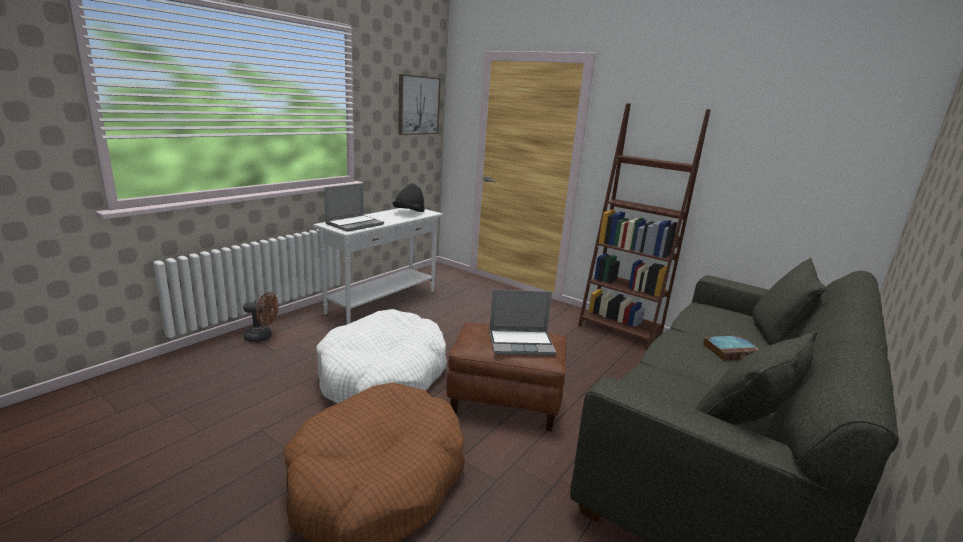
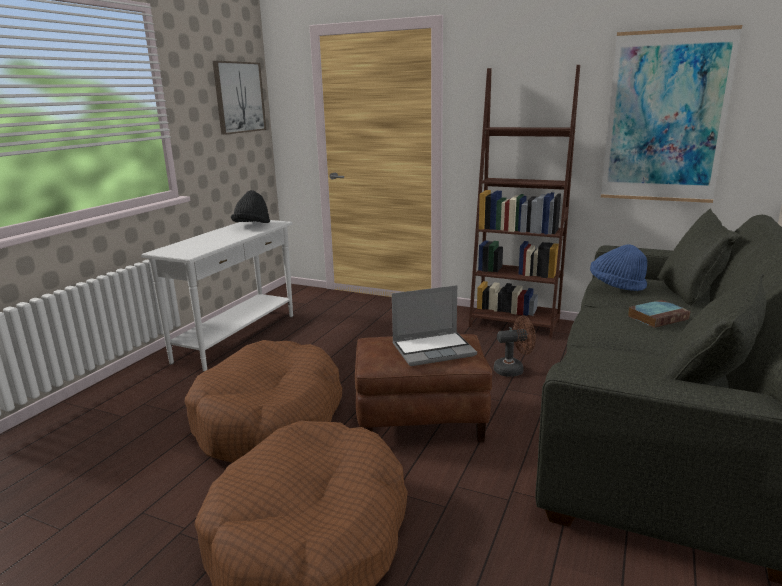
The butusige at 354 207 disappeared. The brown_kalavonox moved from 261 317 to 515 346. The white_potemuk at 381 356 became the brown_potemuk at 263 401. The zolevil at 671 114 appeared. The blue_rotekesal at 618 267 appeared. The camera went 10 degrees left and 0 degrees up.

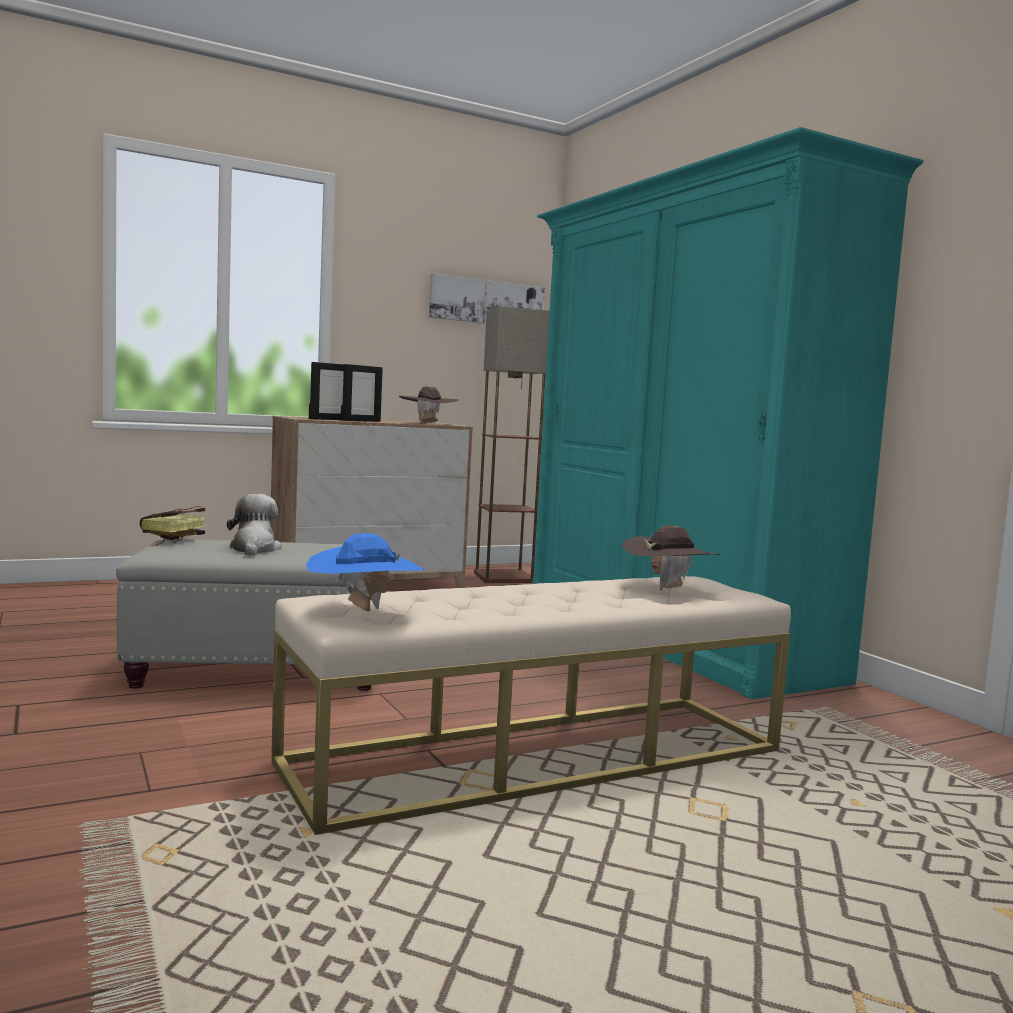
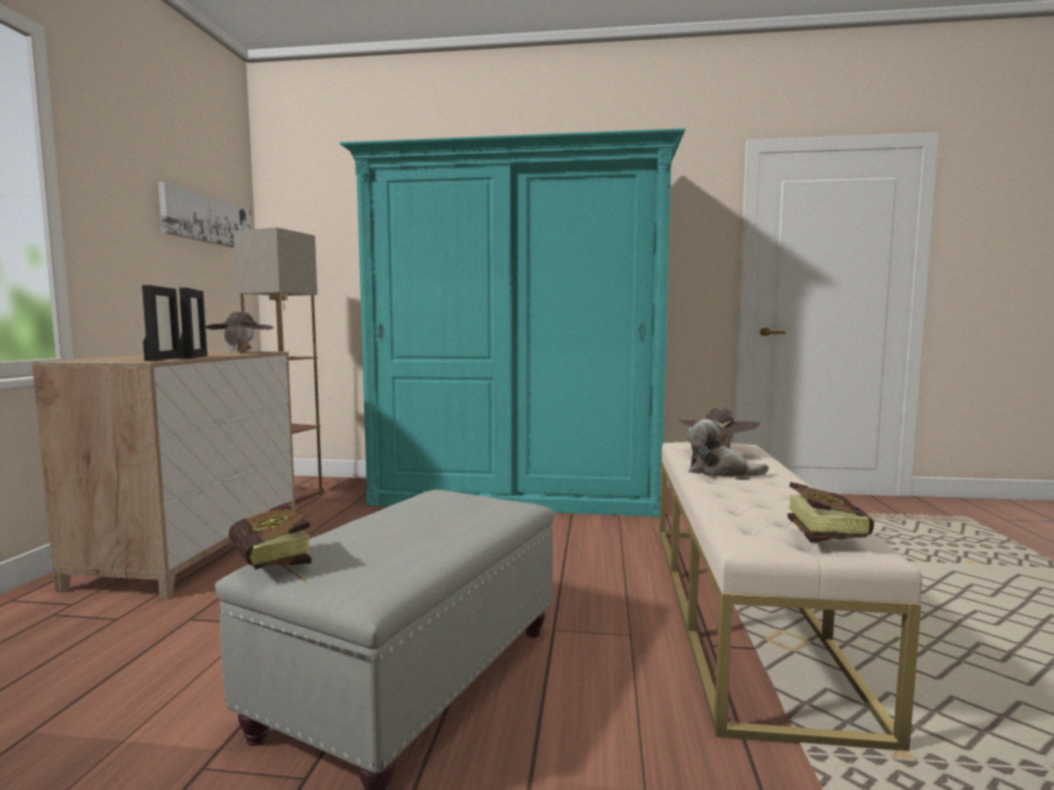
The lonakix moved from 254 525 to 727 448. The blue_rotekesal at 365 572 was replaced by the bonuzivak at 831 512. The camera went 55 degrees left and 0 degrees up.

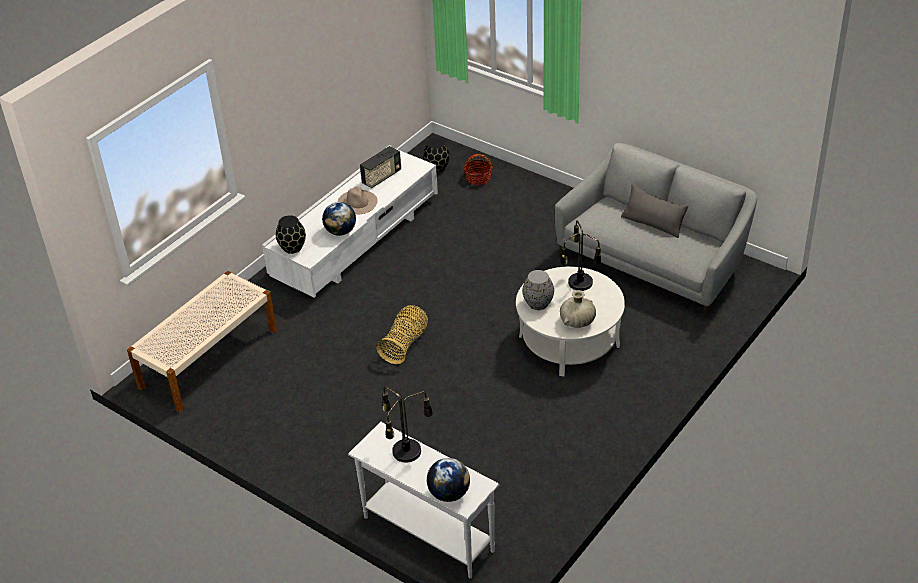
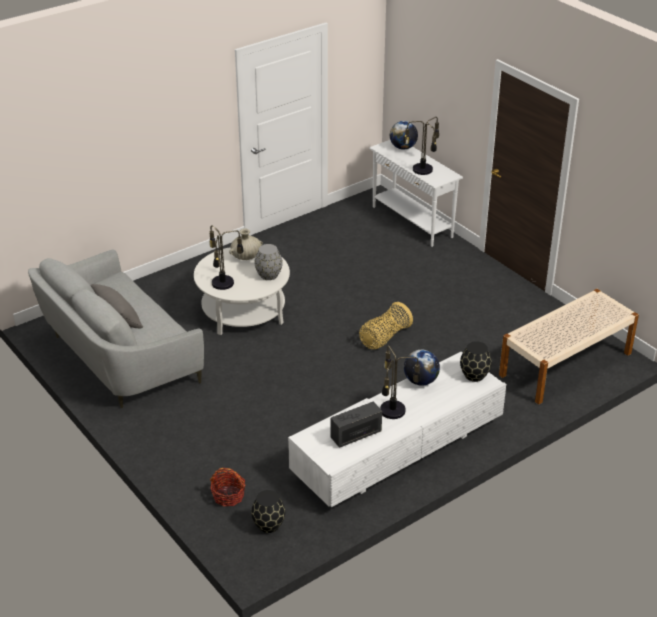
The beige_rotekesal at 358 201 was replaced by the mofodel at 400 382. The camera went 165 degrees left and 5 degrees down.

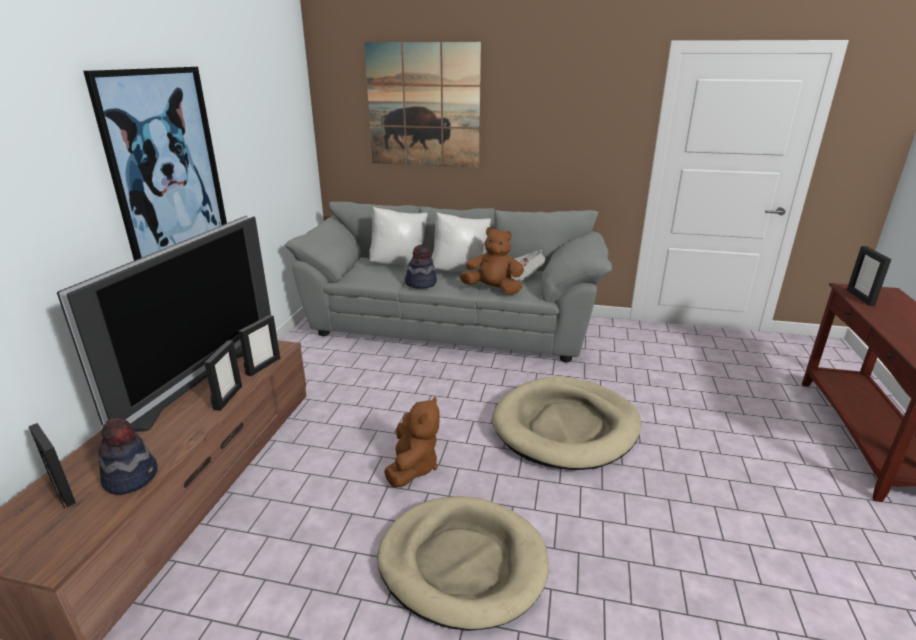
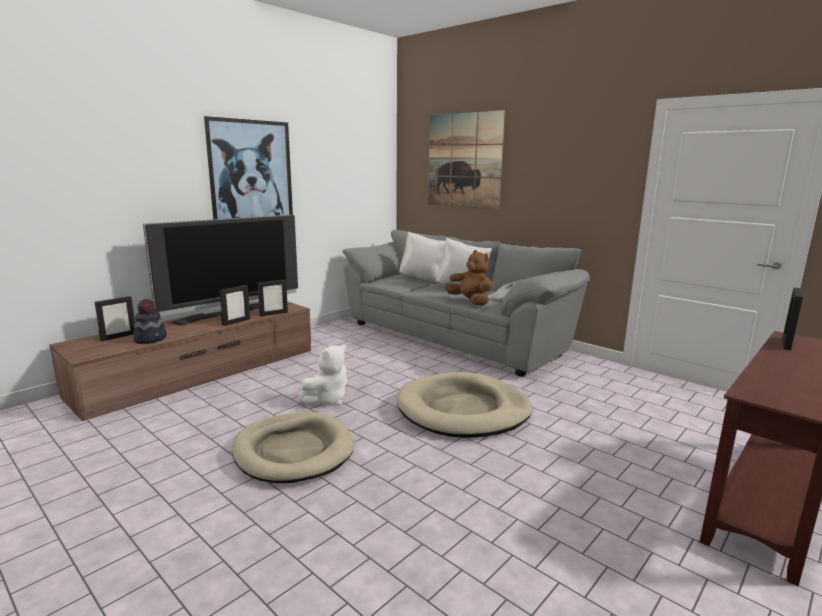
The rotekesal at 421 266 disappeared. The brown_lonakix at 412 442 became the white_lonakix at 323 375. The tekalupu at 52 466 turned 60 degrees clockwise. The camera went 30 degrees right and 10 degrees down.

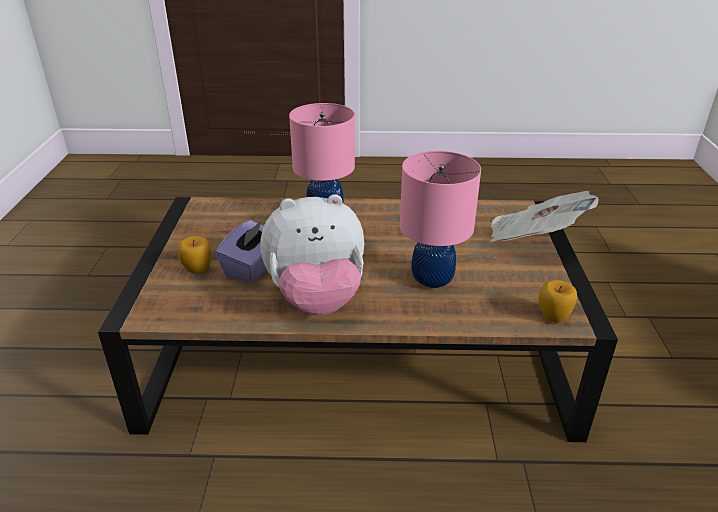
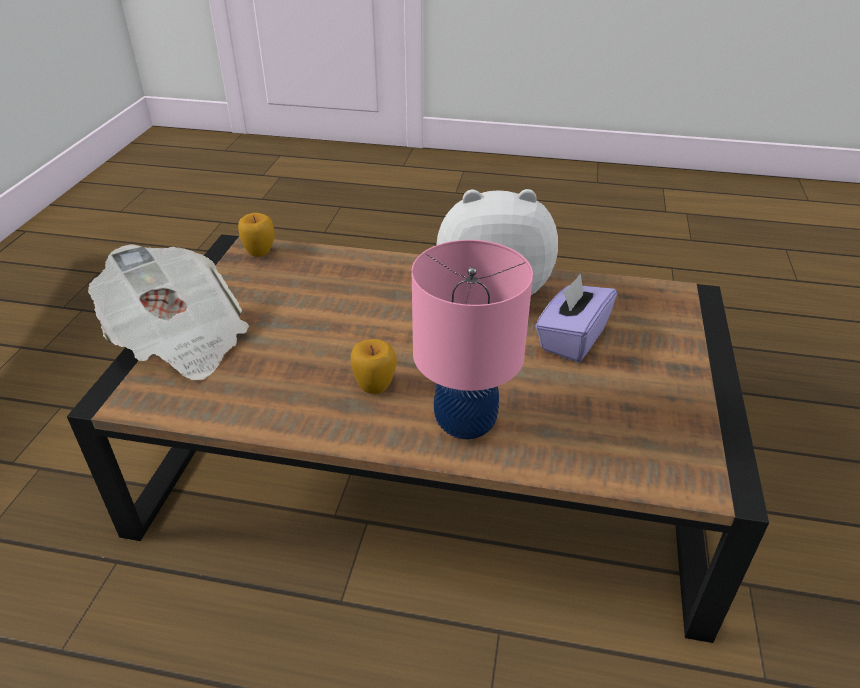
The pink_mofodel at 440 219 disappeared. The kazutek moved from 194 255 to 374 366. The camera went 170 degrees left and 5 degrees up.

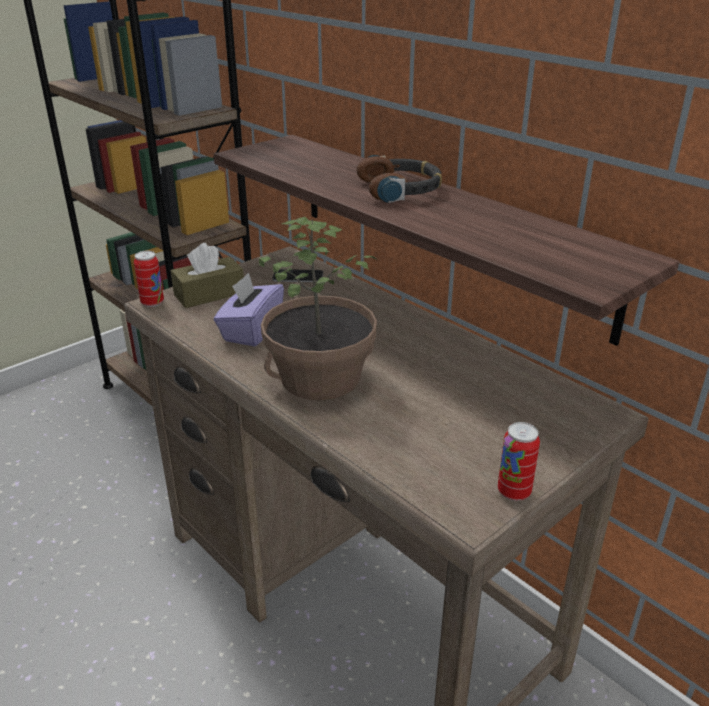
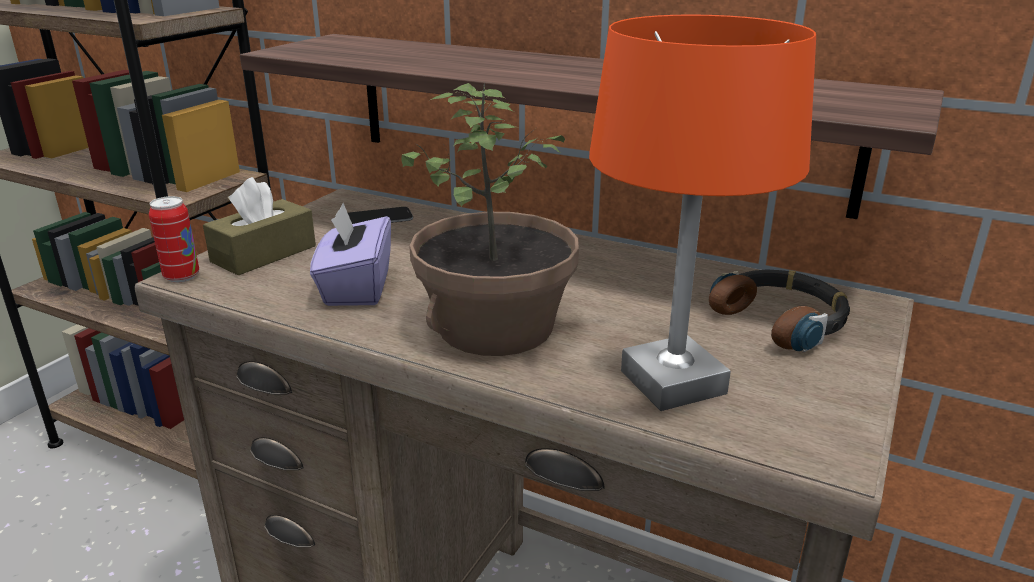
The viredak moved from 399 179 to 779 310. The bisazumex at 519 461 disappeared. The orange_mofodel at 702 212 appeared. The camera went 20 degrees left and 5 degrees down.

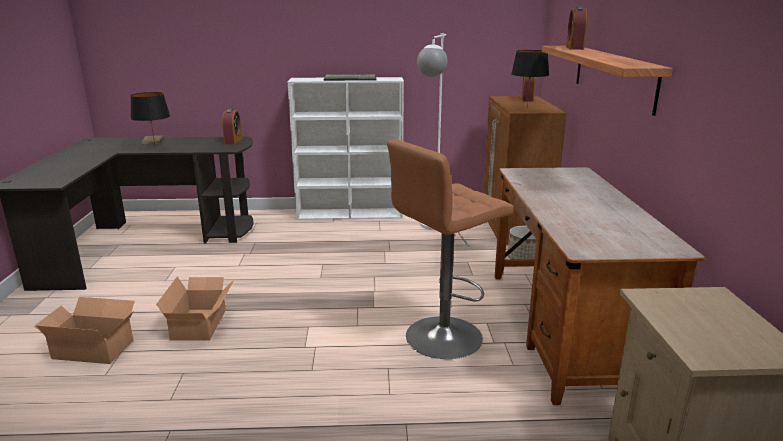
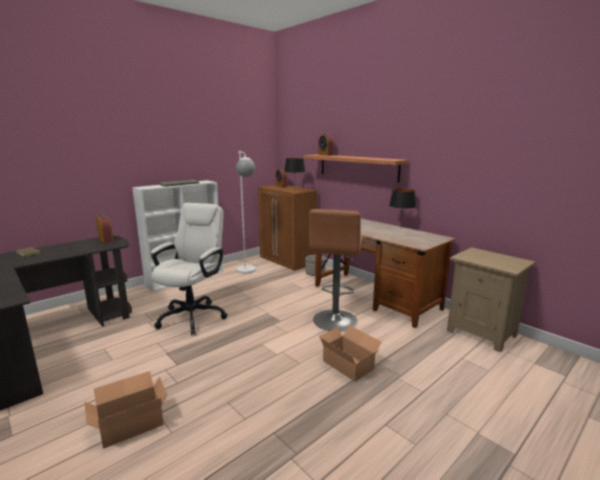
The black_mofodel moved from 150 121 to 402 205. The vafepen moved from 195 308 to 350 353. The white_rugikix at 189 269 appeared. The camera went 40 degrees left and 5 degrees down.

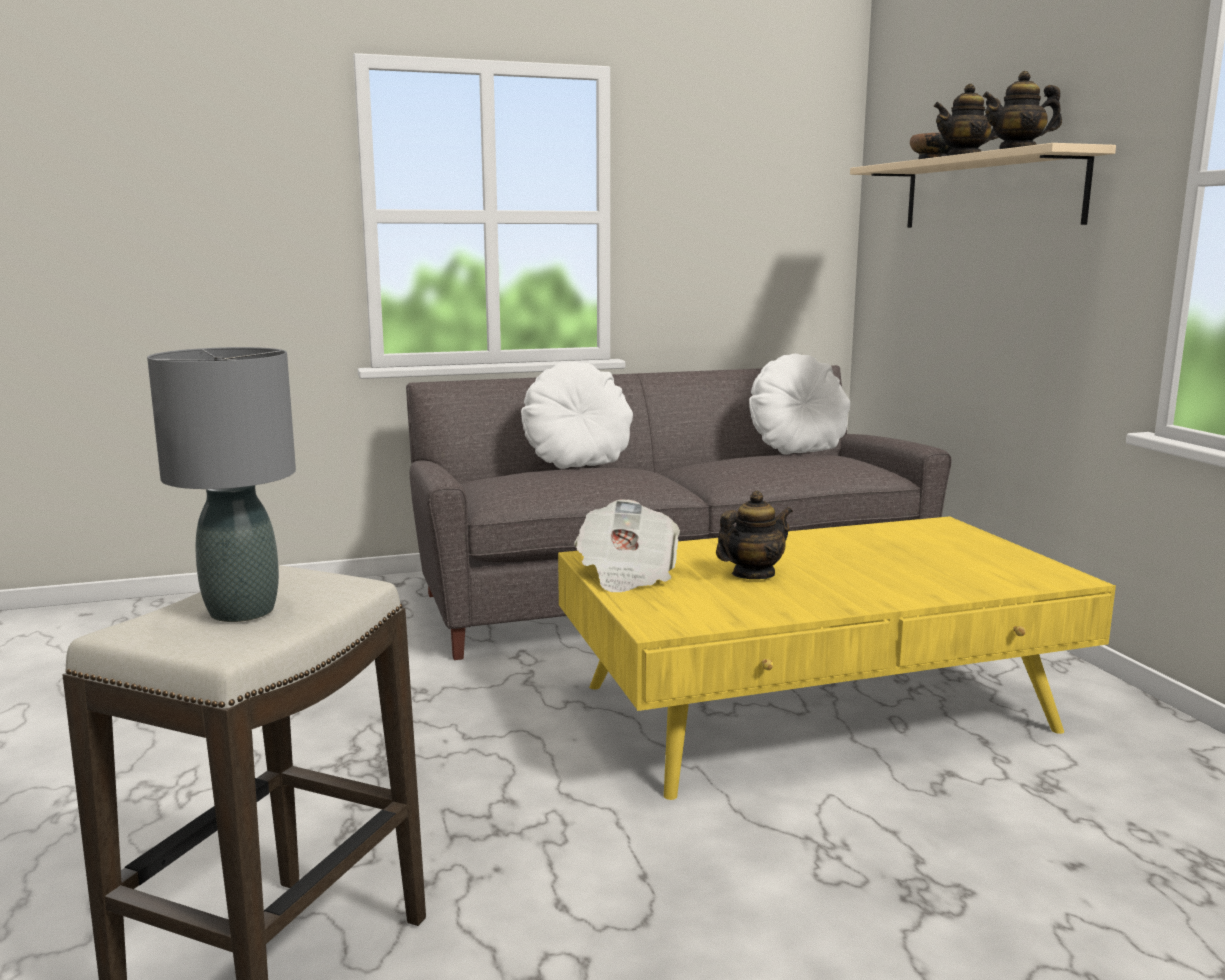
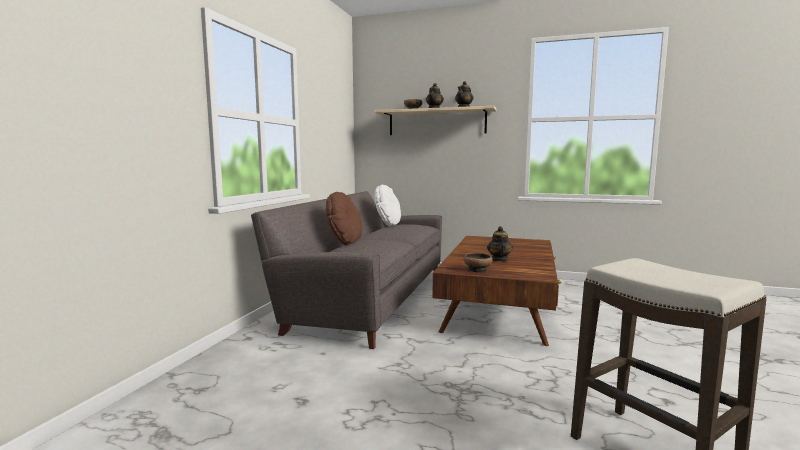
The grey_mofodel at 221 484 disappeared. The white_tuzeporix at 577 415 became the brown_tuzeporix at 344 218. The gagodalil at 627 545 was replaced by the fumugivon at 478 262. The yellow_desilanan at 837 658 became the brown_desilanan at 496 291. The camera went 55 degrees left and 5 degrees down.

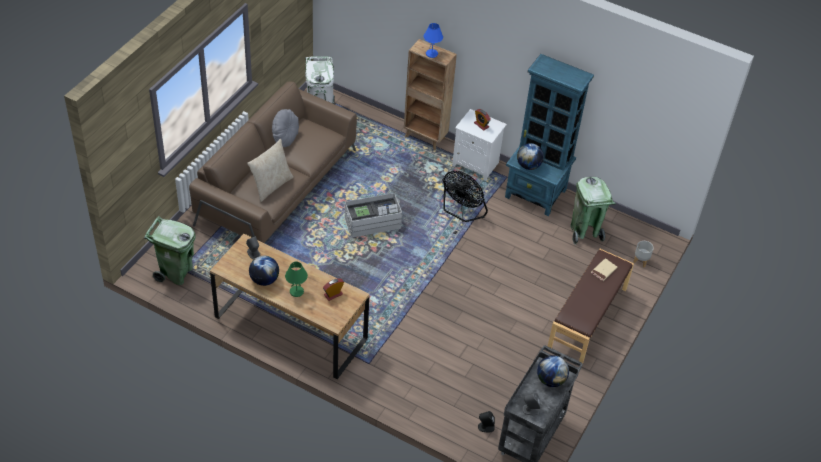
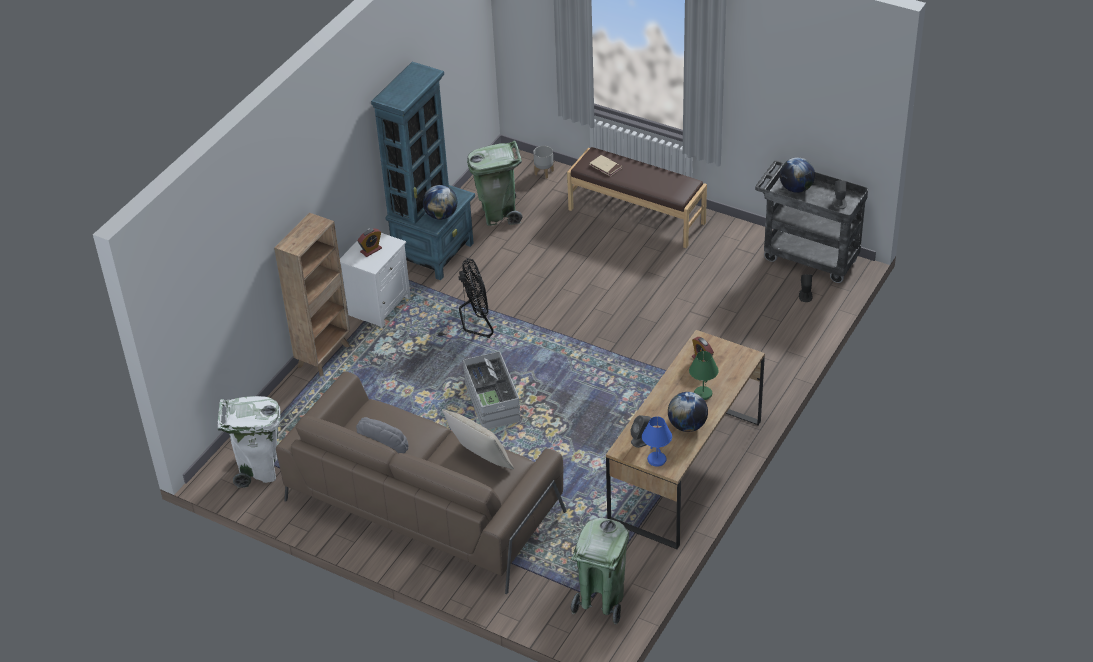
The blue_mofodel moved from 433 40 to 657 441. The black_kalavonox at 465 202 turned 135 degrees clockwise. The camera went 85 degrees left and 5 degrees down.

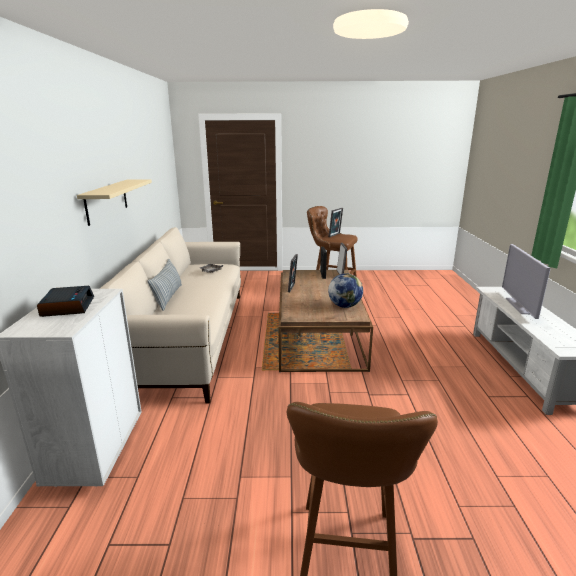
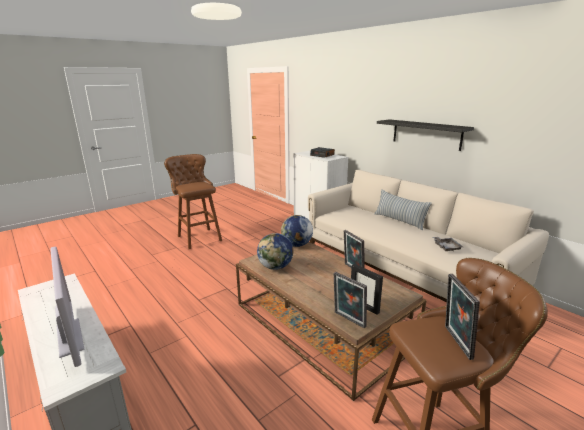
The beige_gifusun at 114 202 became the black_gifusun at 425 135. The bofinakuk at 297 231 appeared. The camera went 140 degrees right and 0 degrees up.

